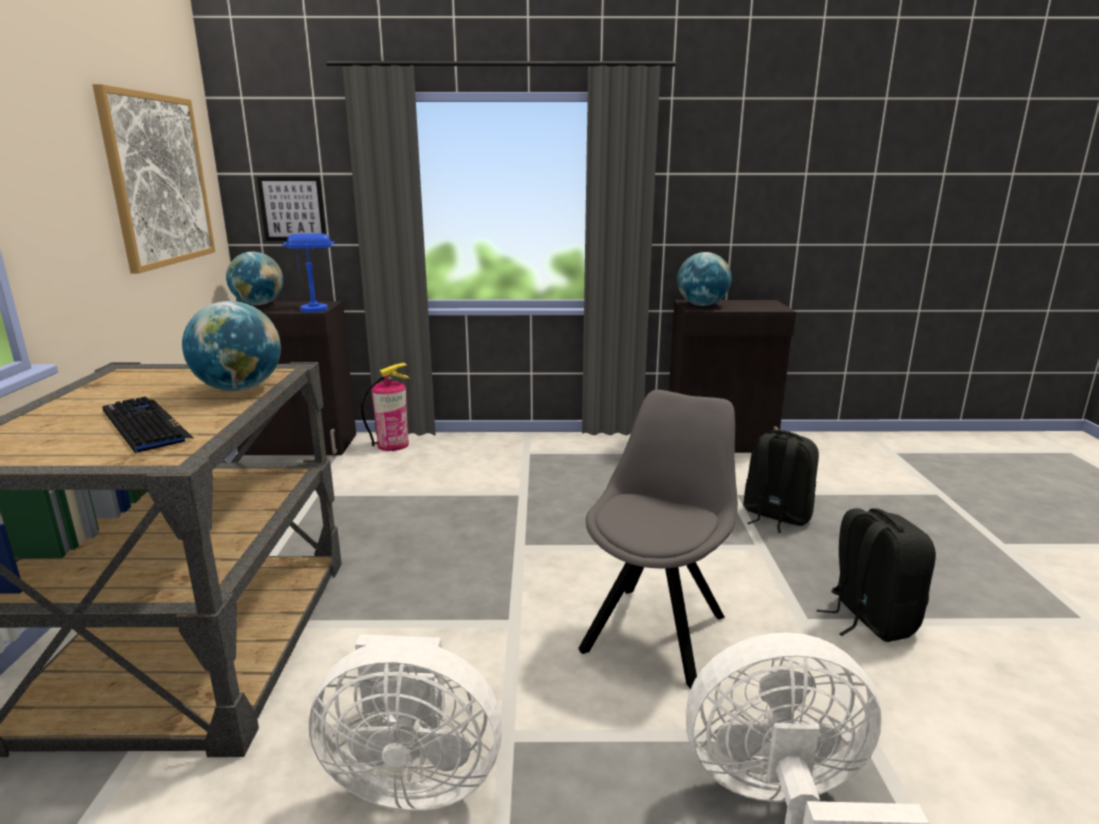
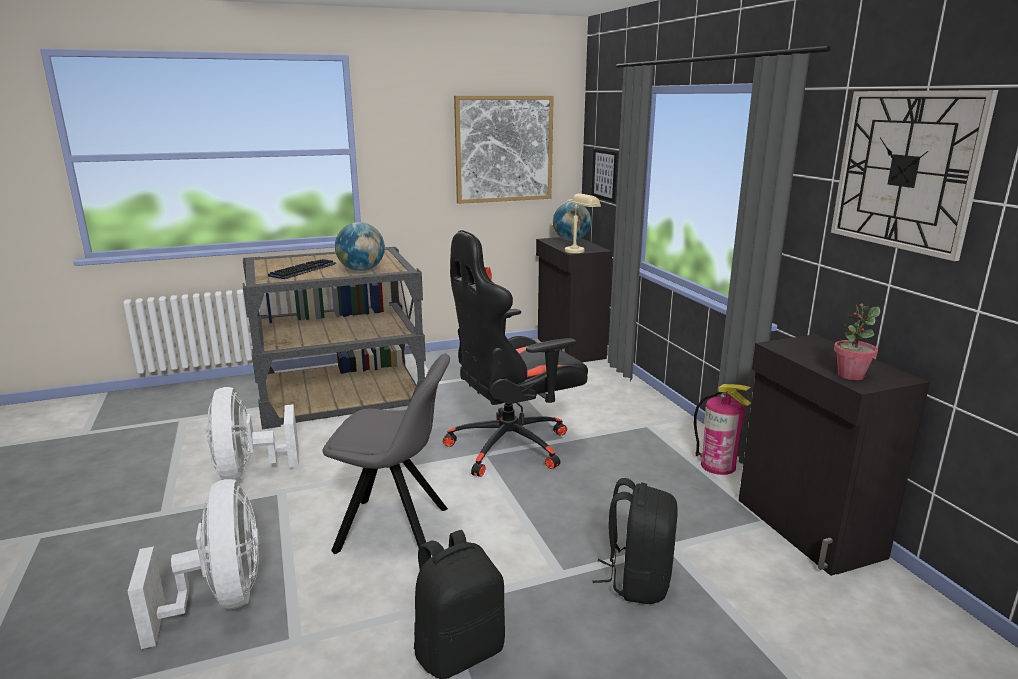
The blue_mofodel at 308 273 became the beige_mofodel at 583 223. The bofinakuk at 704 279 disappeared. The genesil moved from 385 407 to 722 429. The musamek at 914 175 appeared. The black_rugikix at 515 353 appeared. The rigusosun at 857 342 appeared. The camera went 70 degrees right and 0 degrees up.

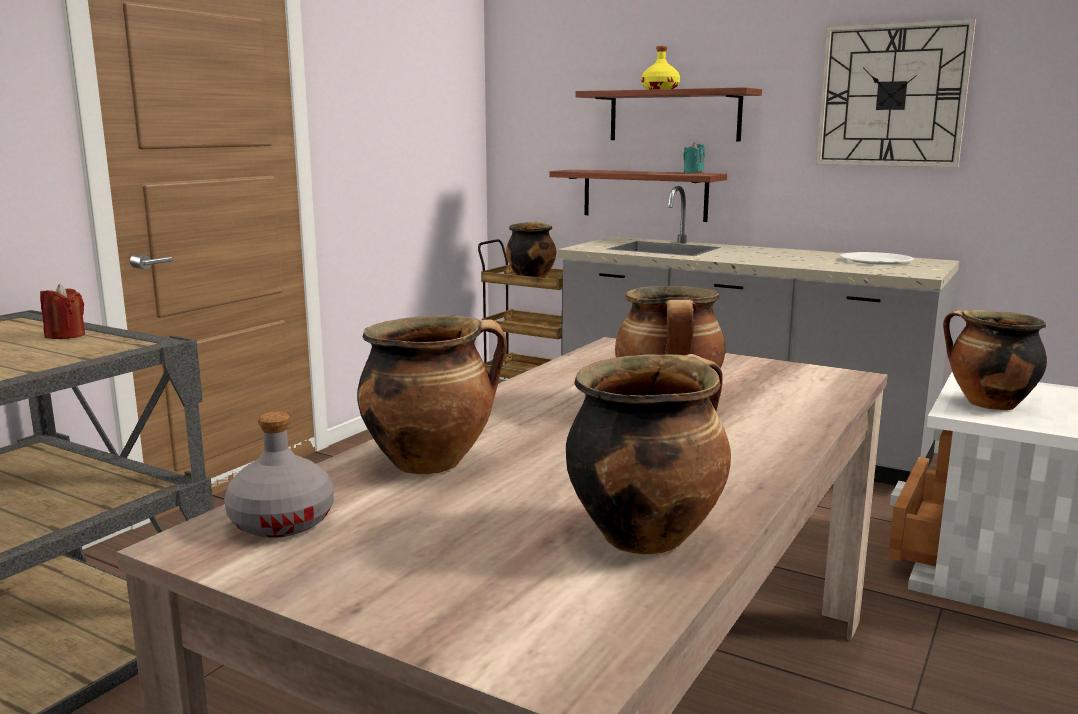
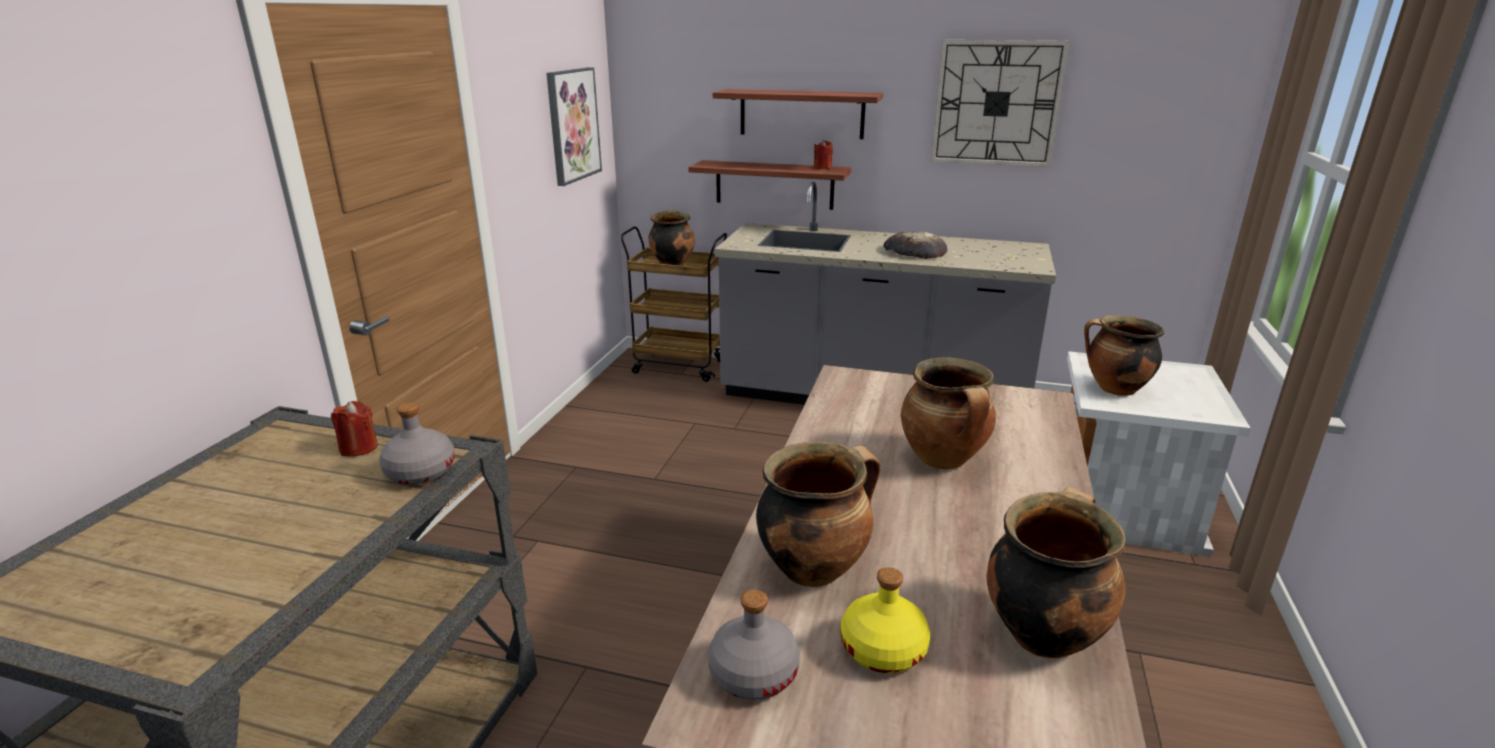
The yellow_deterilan moved from 661 68 to 885 620. The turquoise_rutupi at 694 157 became the red_rutupi at 823 154. The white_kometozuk at 877 258 disappeared. The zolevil at 574 126 appeared. The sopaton at 915 245 appeared. The grey_deterilan at 417 443 appeared. The camera went 15 degrees left and 10 degrees up.

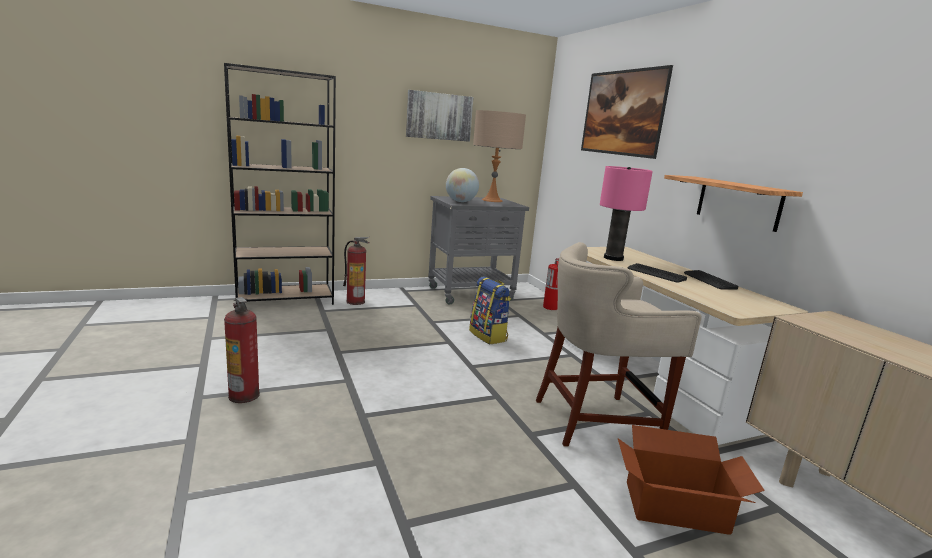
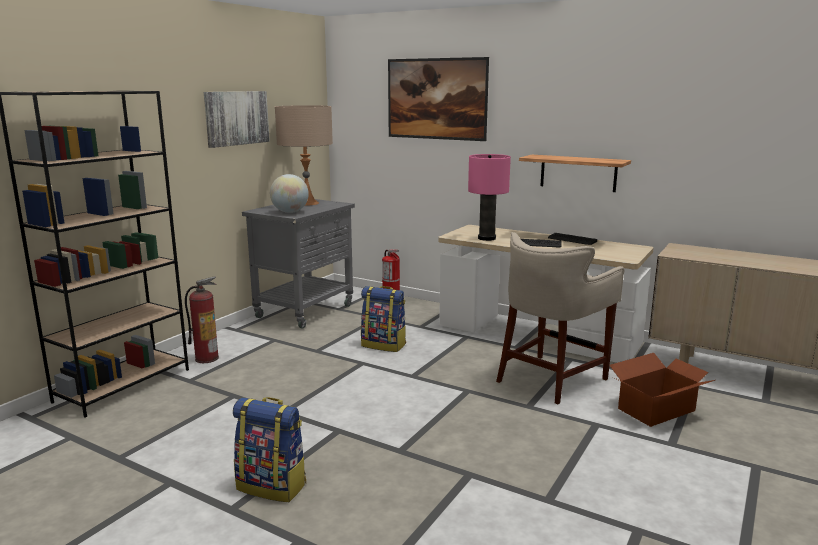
The genesil at 242 350 was replaced by the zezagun at 269 449. The camera went 35 degrees left and 0 degrees up.

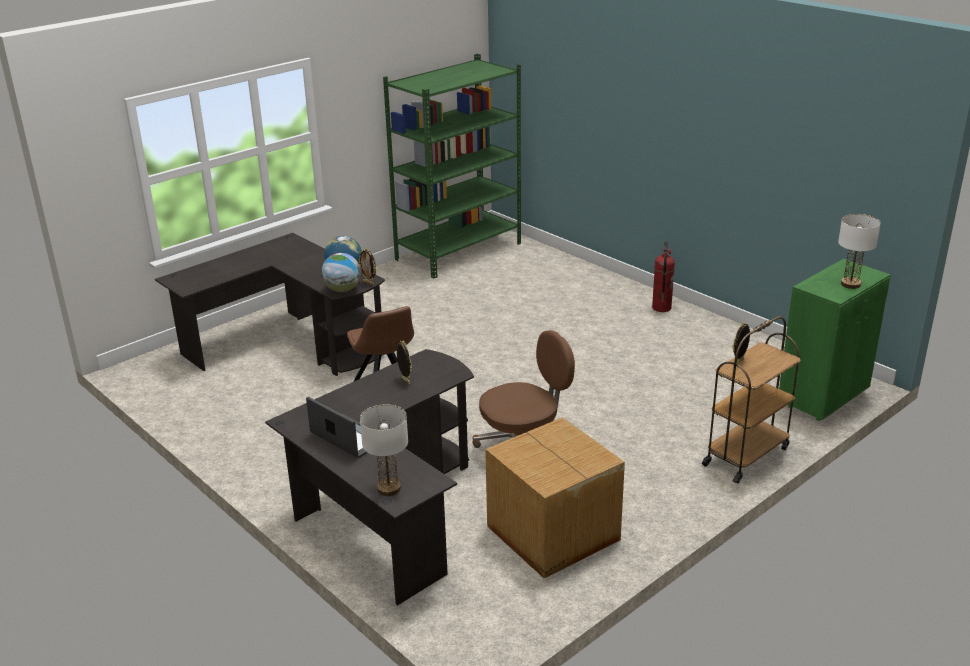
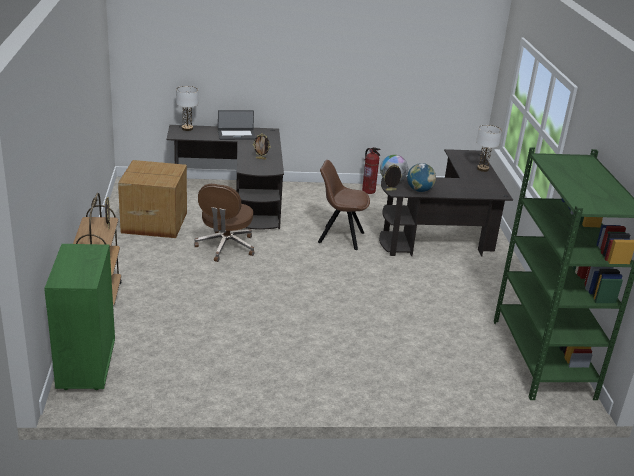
The mofodel moved from 859 251 to 489 148. The genesil moved from 663 276 to 371 170. The camera went 125 degrees right and 0 degrees up.

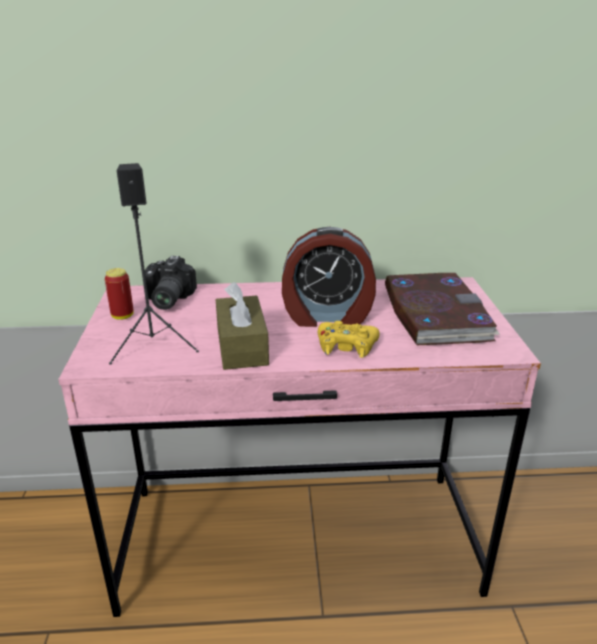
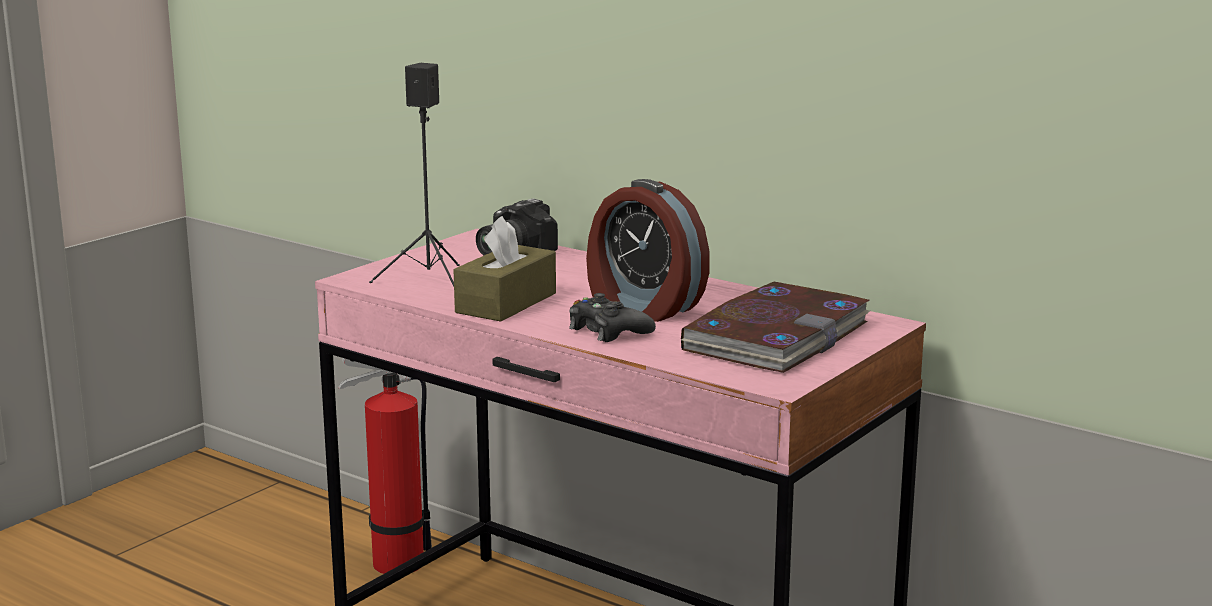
The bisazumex at 119 294 disappeared. The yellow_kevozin at 349 339 became the black_kevozin at 612 317. The genesil at 385 466 appeared. The camera went 40 degrees right and 10 degrees down.

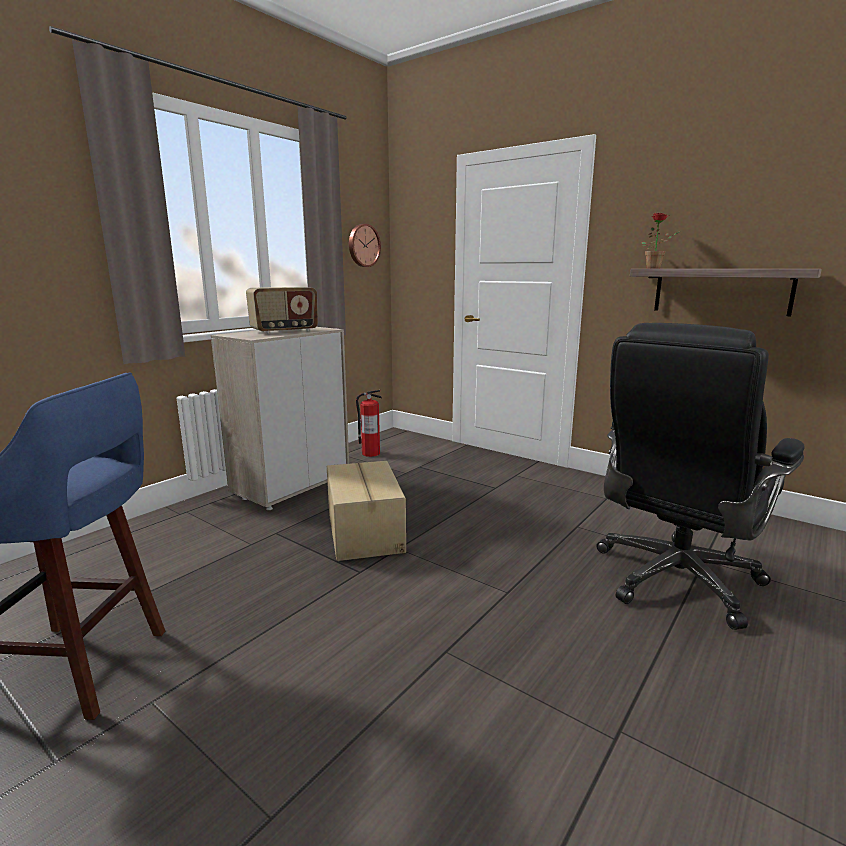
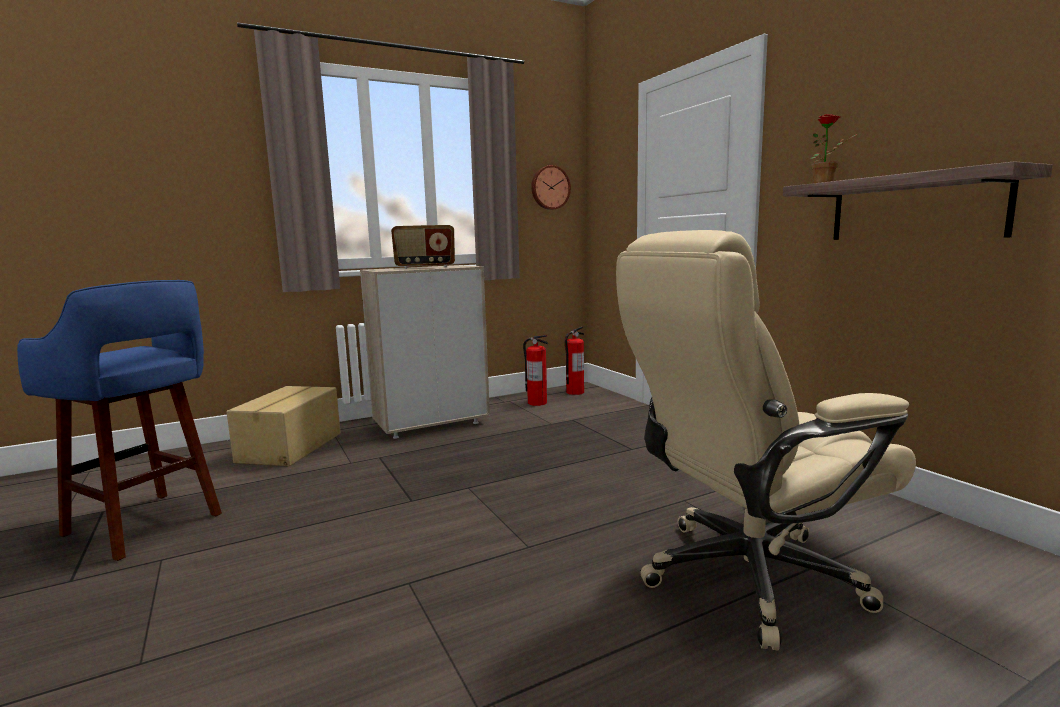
The black_rugikix at 700 476 became the beige_rugikix at 766 440. The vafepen moved from 366 511 to 284 426. The genesil at 574 360 appeared. The camera went 25 degrees right and 5 degrees down.

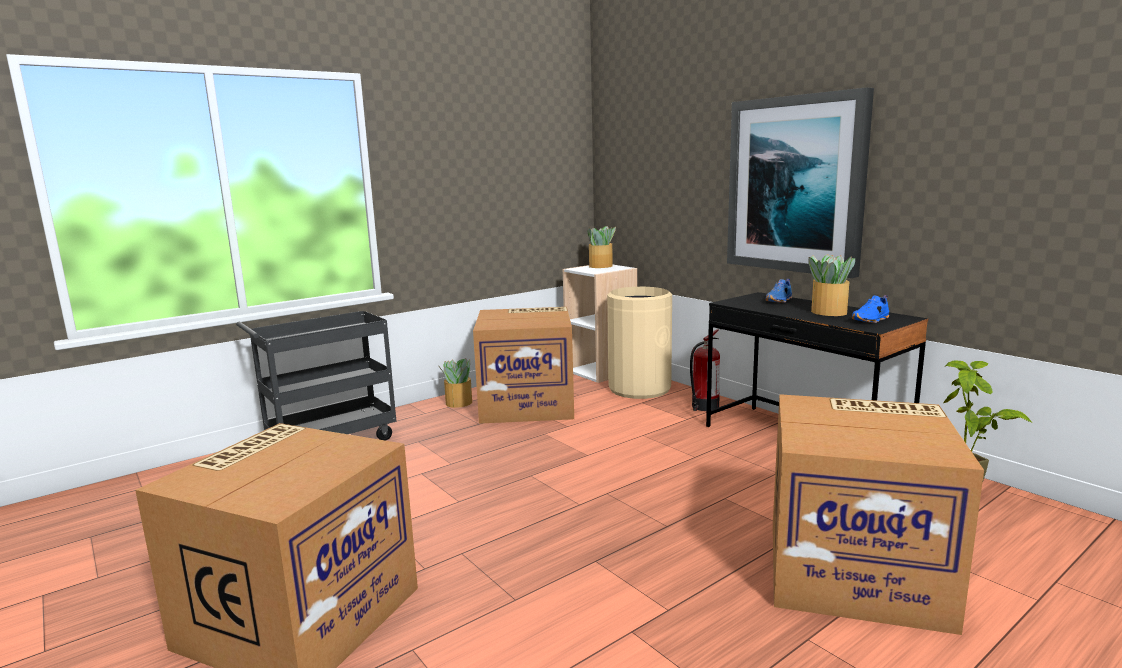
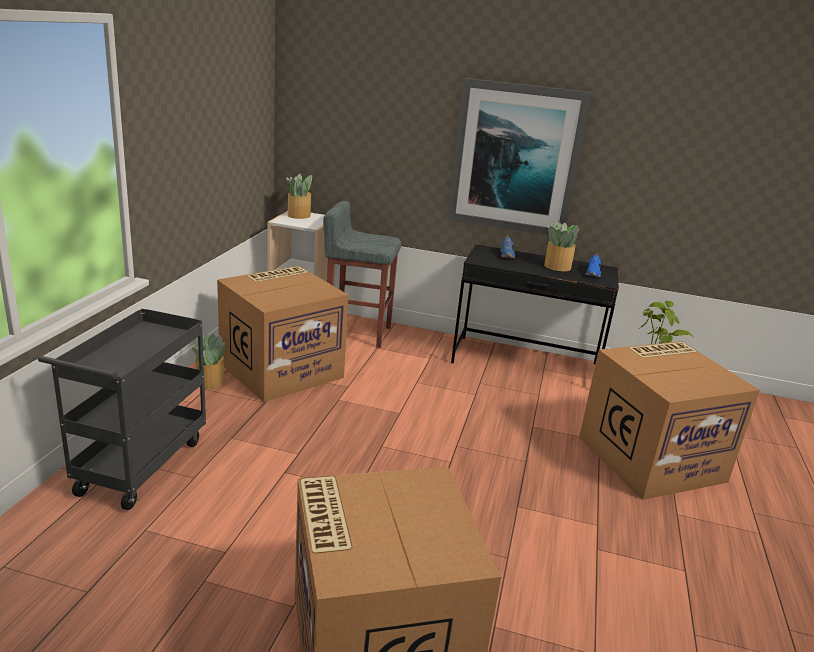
The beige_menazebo at 639 343 was replaced by the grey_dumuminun at 362 274. The genesil at 705 370 disappeared. The camera went 40 degrees left and 10 degrees up.

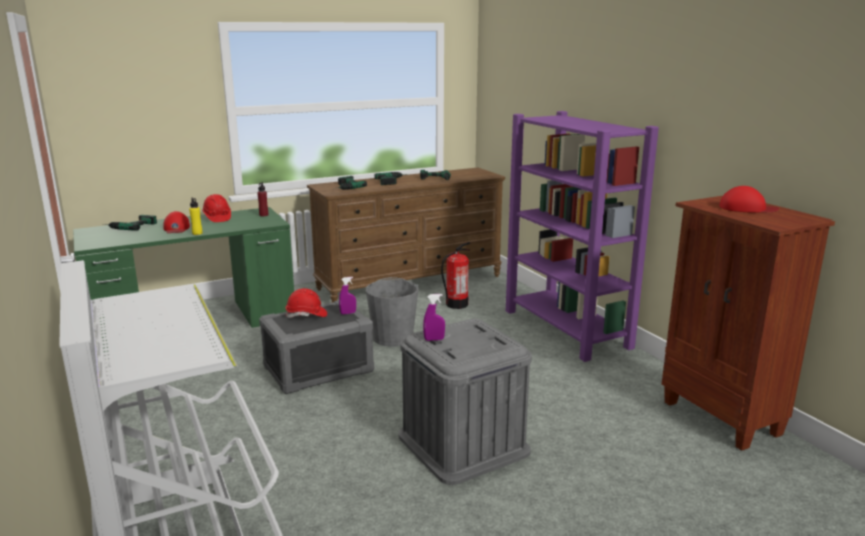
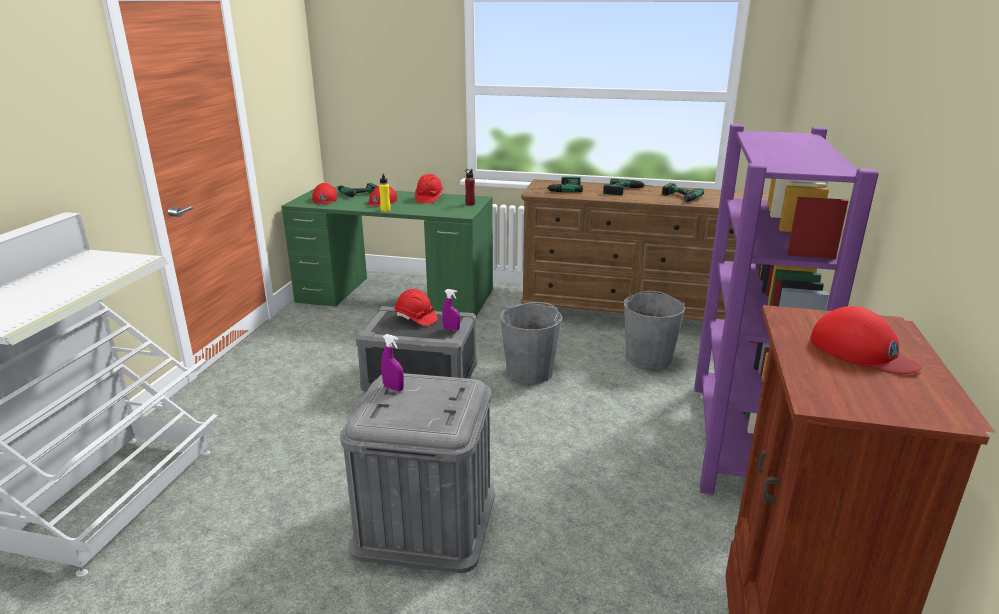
The genesil at 456 275 was replaced by the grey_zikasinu at 654 330. The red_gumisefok at 324 193 appeared. The camera went 40 degrees right and 5 degrees up.

